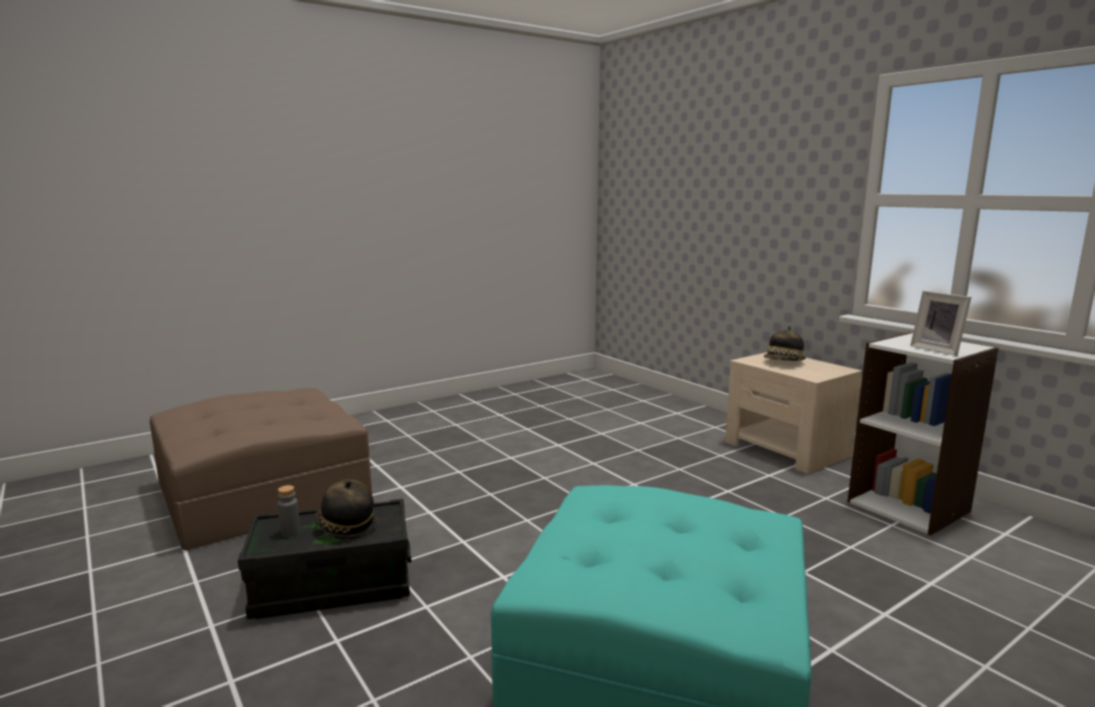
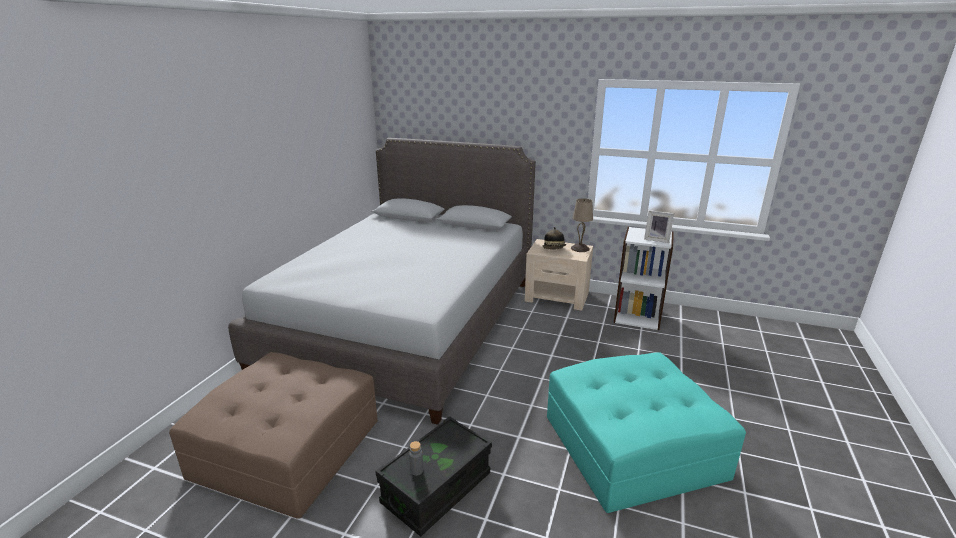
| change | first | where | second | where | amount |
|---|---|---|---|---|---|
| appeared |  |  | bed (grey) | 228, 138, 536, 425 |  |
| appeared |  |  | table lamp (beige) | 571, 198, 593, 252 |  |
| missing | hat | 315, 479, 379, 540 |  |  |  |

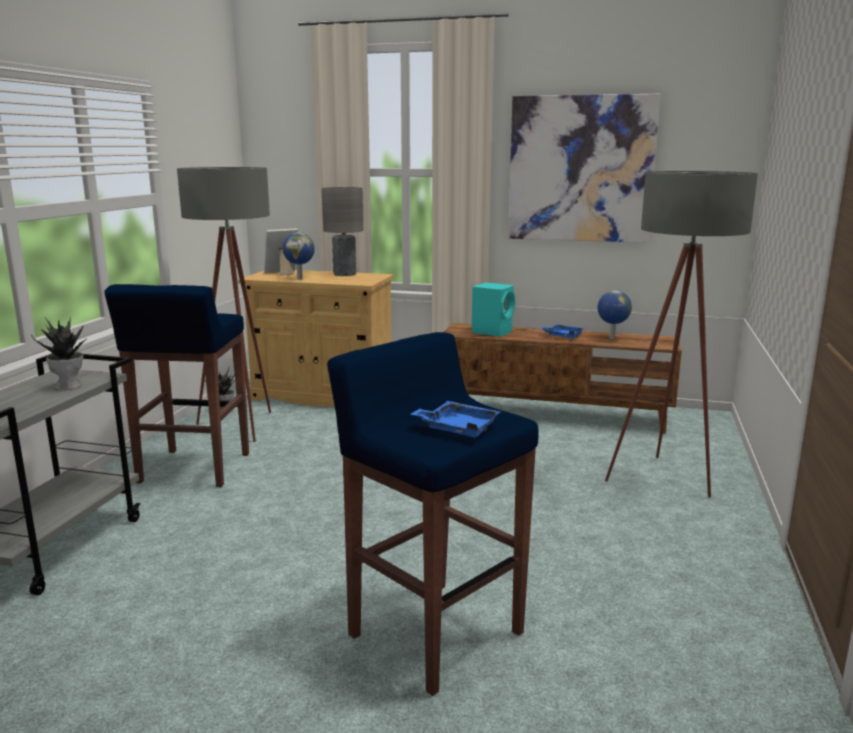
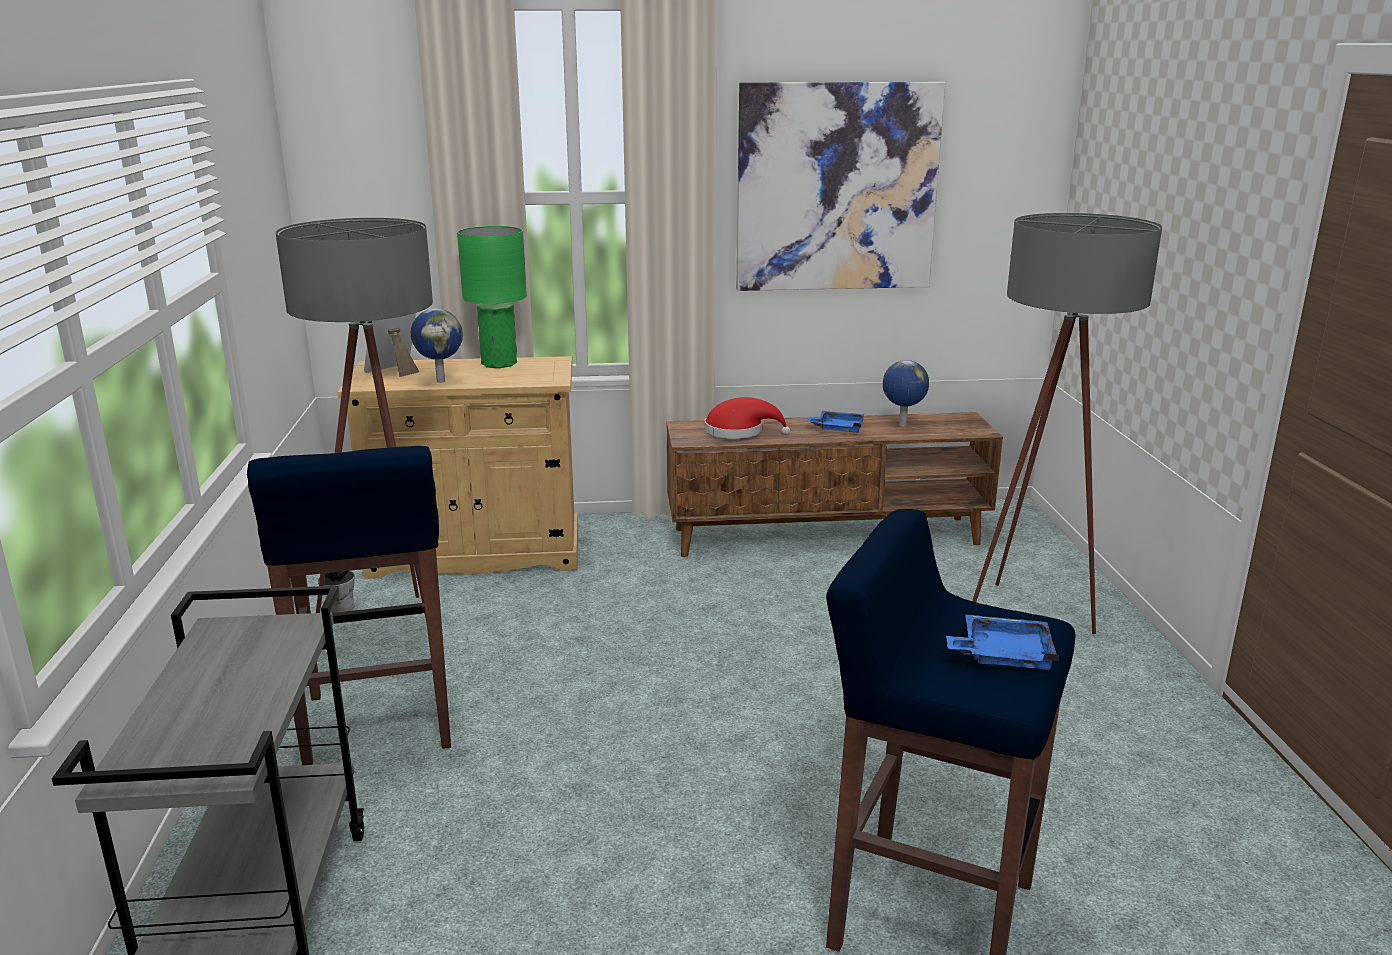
| change | first | where | second | where | amount |
|---|---|---|---|---|---|
| colour | table lamp (grey) | 321, 187, 364, 276 | table lamp (green) | 457, 226, 527, 368 |  |
| exchanged | speaker (turquoise) | 472, 282, 515, 337 | hat (red) | 704, 397, 790, 439 |  |
| missing | potted plant | 31, 316, 87, 390 |  |  |  |

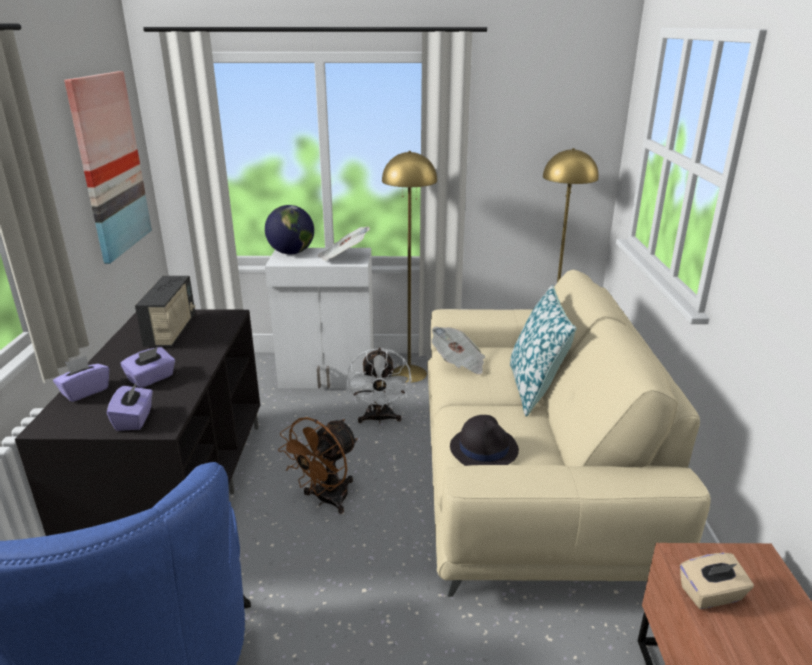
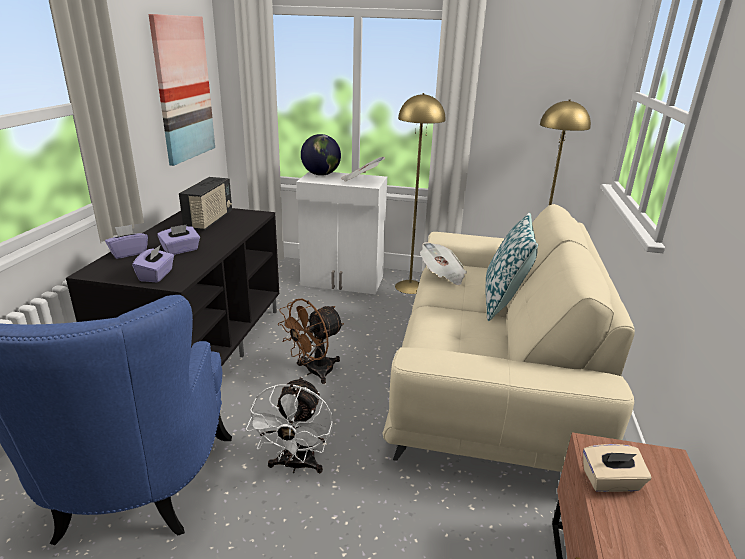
| change | first | where | second | where | amount |
|---|---|---|---|---|---|
| relocated | fan (white) | 347, 348, 412, 424 |  | 246, 377, 333, 473 |  |
| missing | hat (black) | 450, 415, 519, 466 |  |  |  |

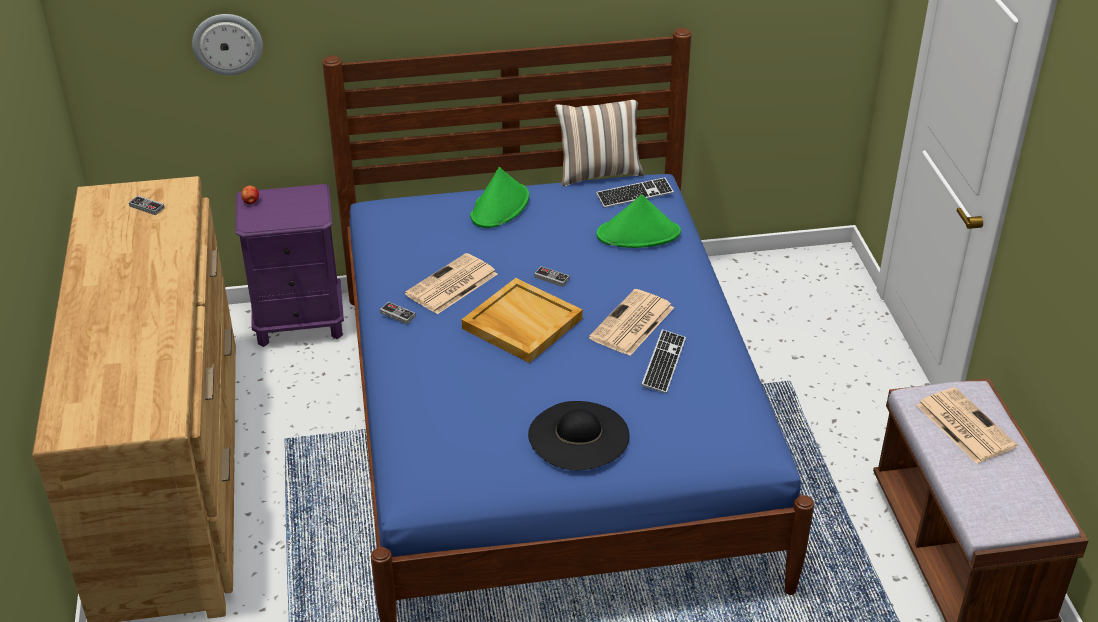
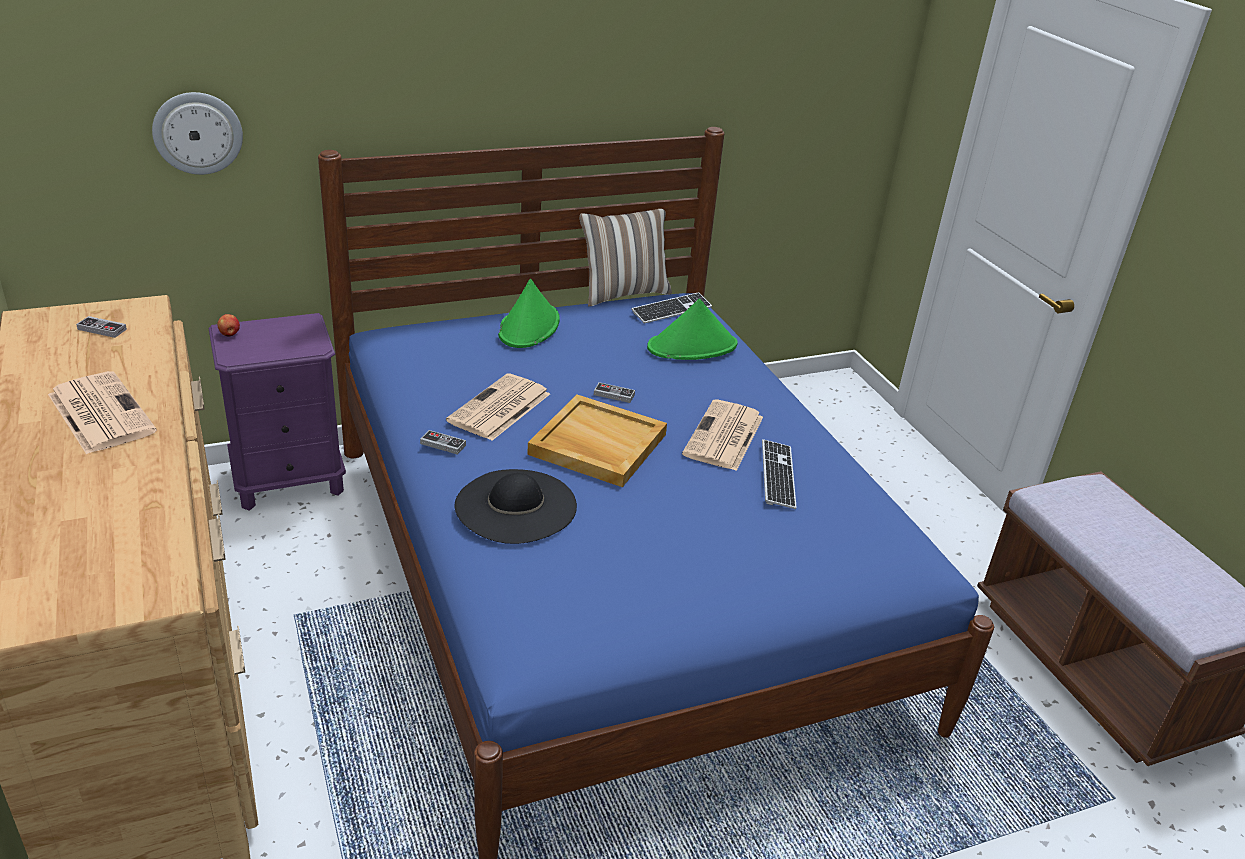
| change | first | where | second | where | amount |
|---|---|---|---|---|---|
| relocated | newspaper | 917, 387, 1017, 464 |  | 48, 371, 157, 455 |  |
| relocated | hat (black) | 528, 401, 629, 470 |  | 455, 469, 577, 544 |  |

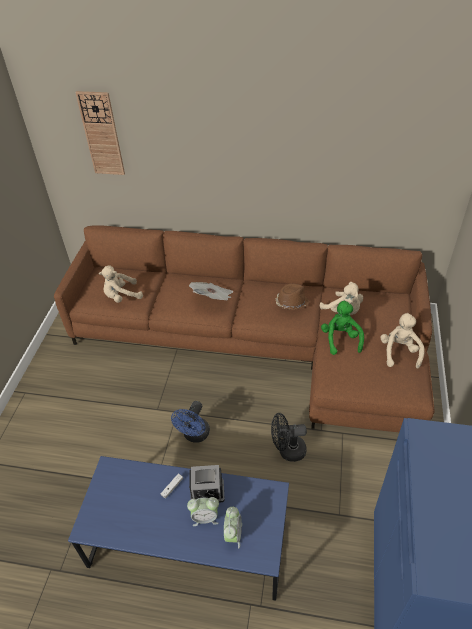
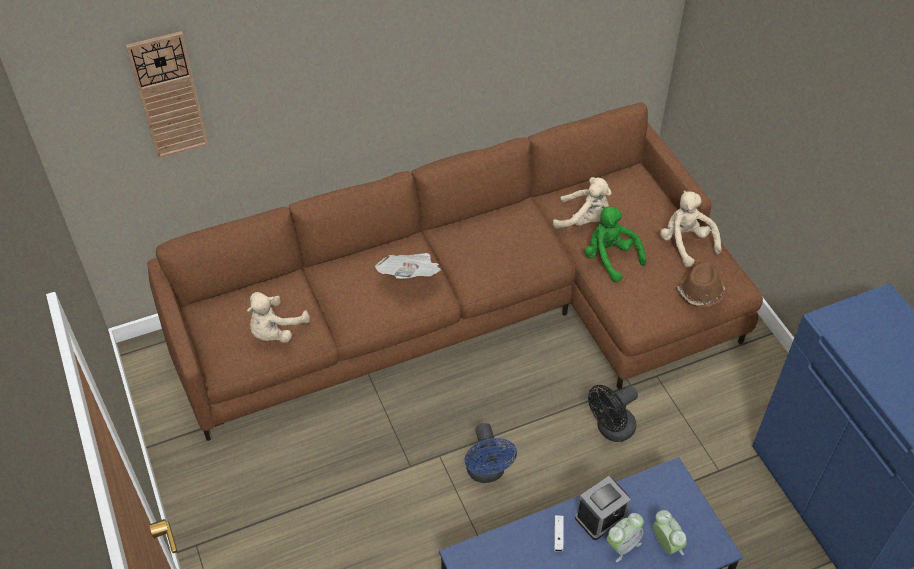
| change | first | where | second | where | amount |
|---|---|---|---|---|---|
| relocated | hat (brown) | 275, 284, 309, 310 |  | 677, 262, 727, 307 |  |

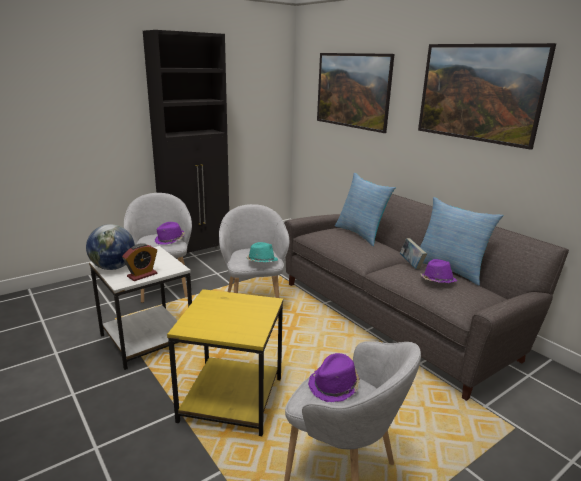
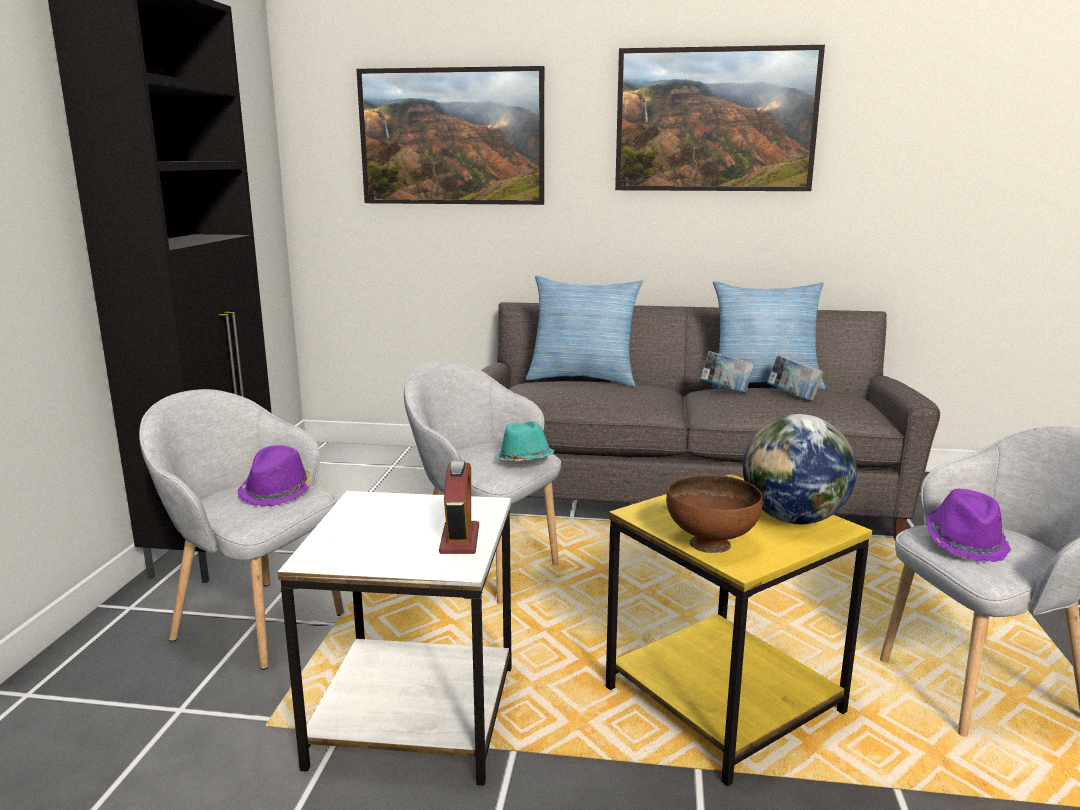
| change | first | where | second | where | amount |
|---|---|---|---|---|---|
| appeared |  |  | bowl (brown) | 666, 475, 763, 553 |  |
| relocated | globe | 86, 224, 135, 270 |  | 743, 414, 857, 524 |  |
| exchanged | hat (purple) | 421, 259, 457, 283 | book | 767, 355, 824, 401 |  |

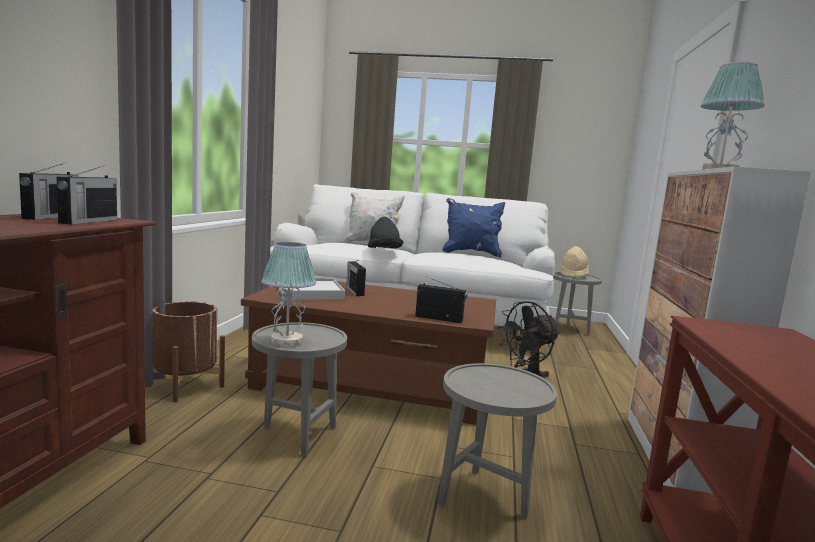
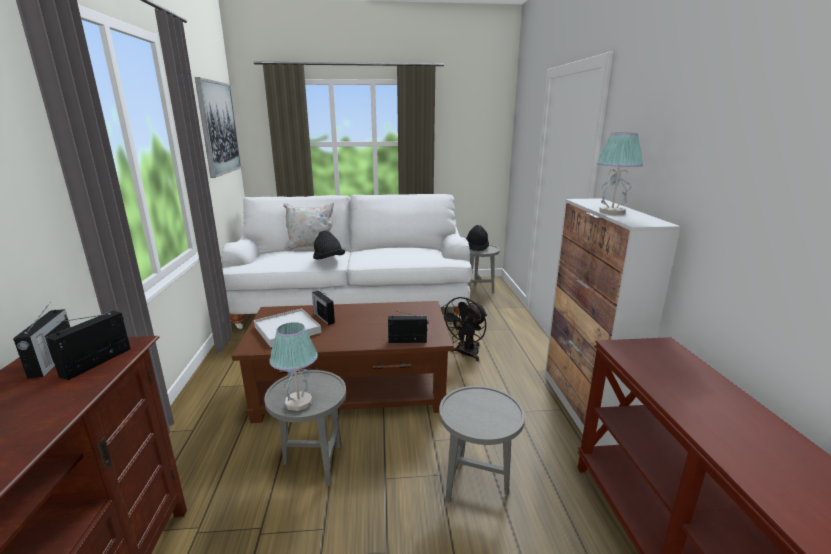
| change | first | where | second | where | amount |
|---|---|---|---|---|---|
| spun | radio | 57, 165, 117, 225 |  | 46, 311, 131, 380 | 150 degrees counterclockwise |
| appeared |  |  | picture | 195, 77, 241, 178 |  |
| colour | hat (beige) | 560, 246, 589, 278 | hat (black) | 466, 225, 489, 251 |  |
| missing | planter (brown) | 146, 301, 225, 402 |  |  |  |
| missing | pillow (blue) | 442, 198, 505, 258 |  |  |  |

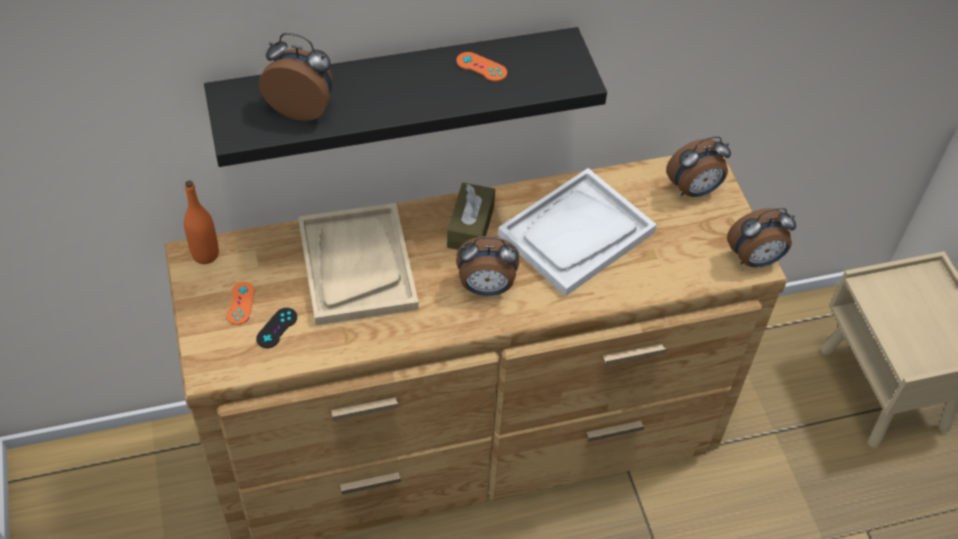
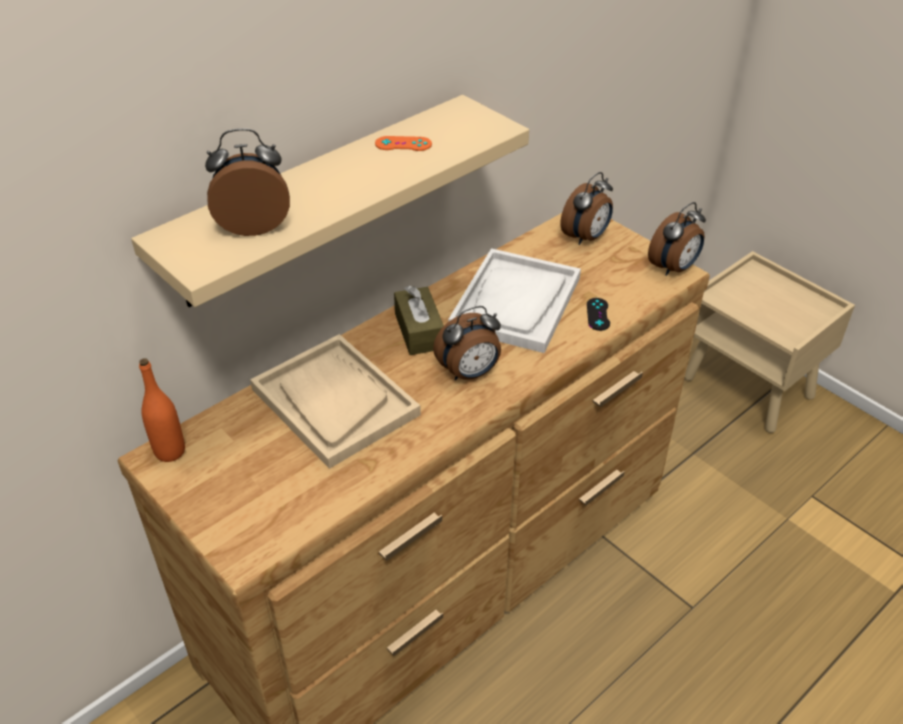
| change | first | where | second | where | amount |
|---|---|---|---|---|---|
| colour | shelf (black) | 204, 27, 607, 167 | shelf (beige) | 131, 95, 529, 307 |  |
| relocated | game controller (black) | 256, 308, 297, 348 |  | 587, 298, 610, 331 |  |
| missing | game controller (orange) | 227, 282, 255, 325 |  |  |  |

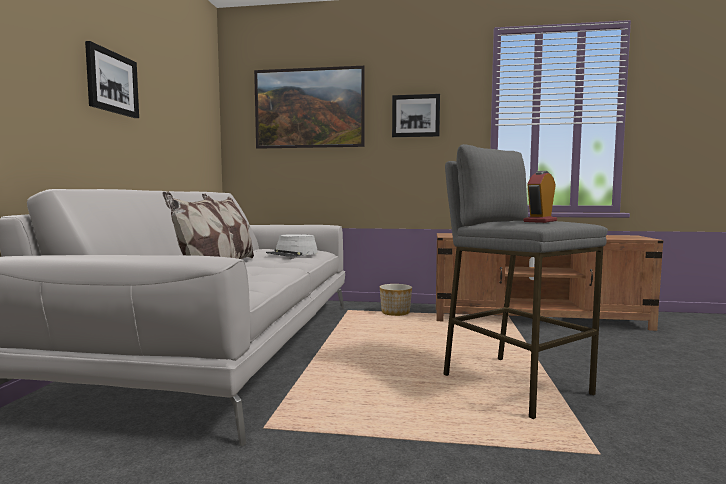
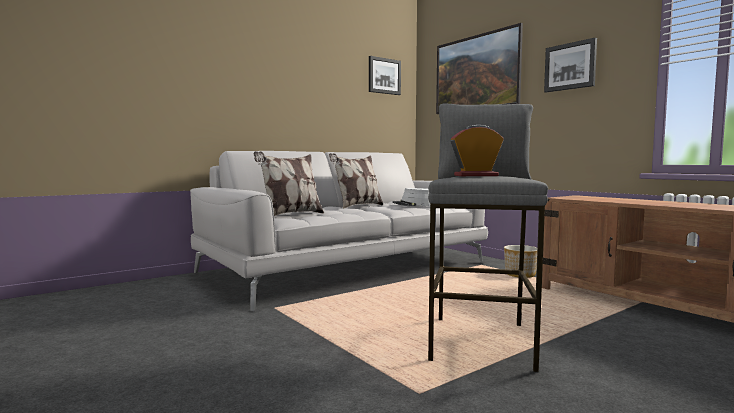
| change | first | where | second | where | amount |
|---|---|---|---|---|---|
| relocated | picture | 85, 41, 139, 118 |  | 369, 56, 401, 95 |  |

